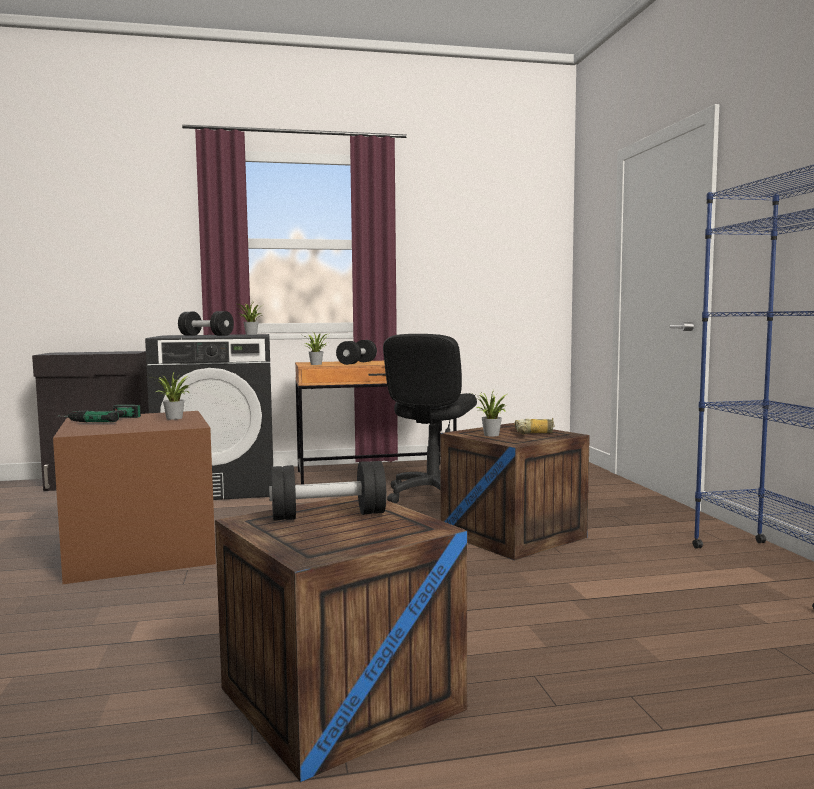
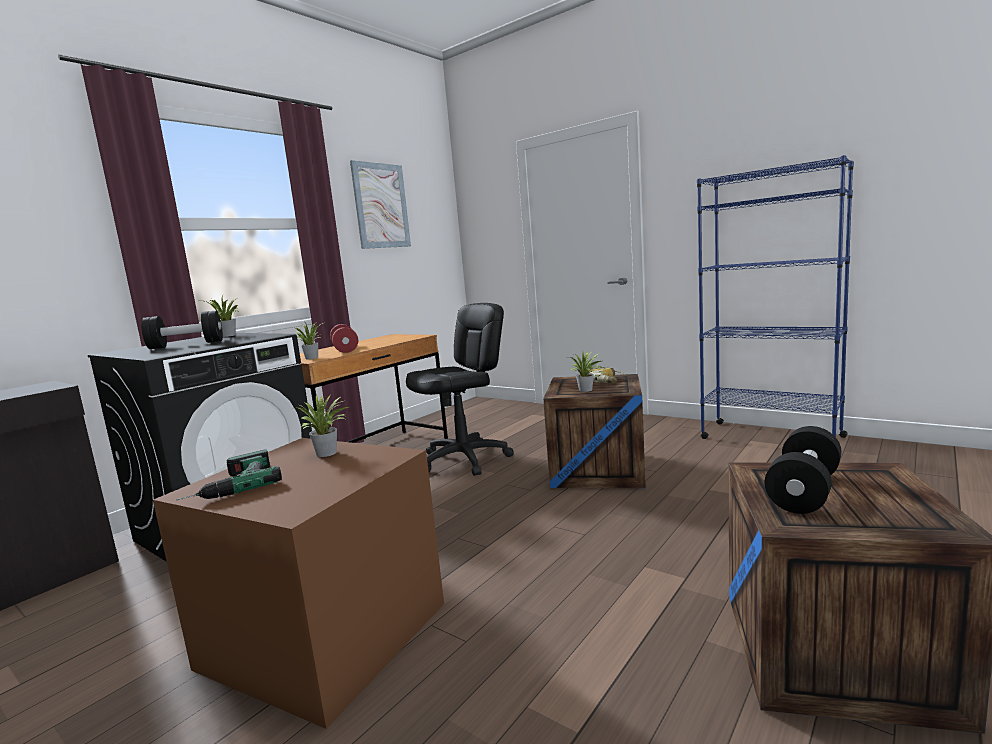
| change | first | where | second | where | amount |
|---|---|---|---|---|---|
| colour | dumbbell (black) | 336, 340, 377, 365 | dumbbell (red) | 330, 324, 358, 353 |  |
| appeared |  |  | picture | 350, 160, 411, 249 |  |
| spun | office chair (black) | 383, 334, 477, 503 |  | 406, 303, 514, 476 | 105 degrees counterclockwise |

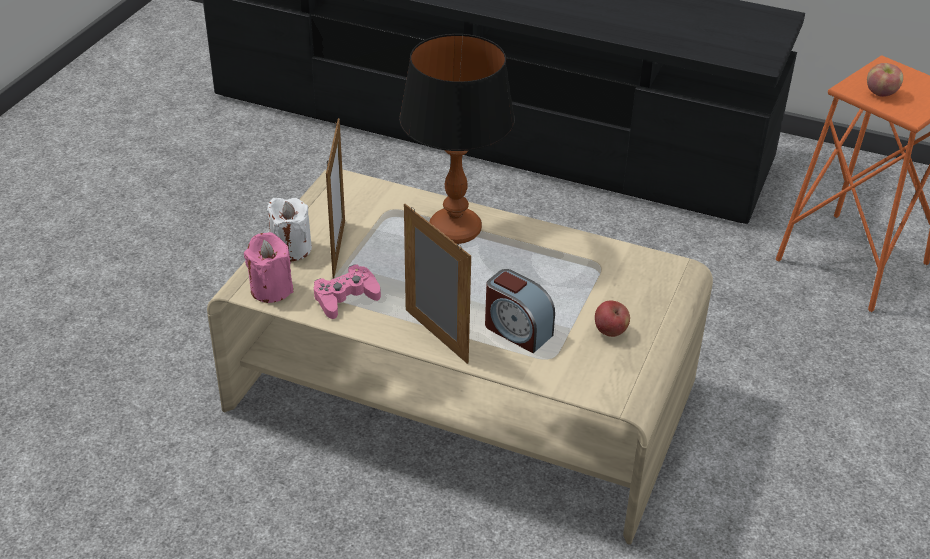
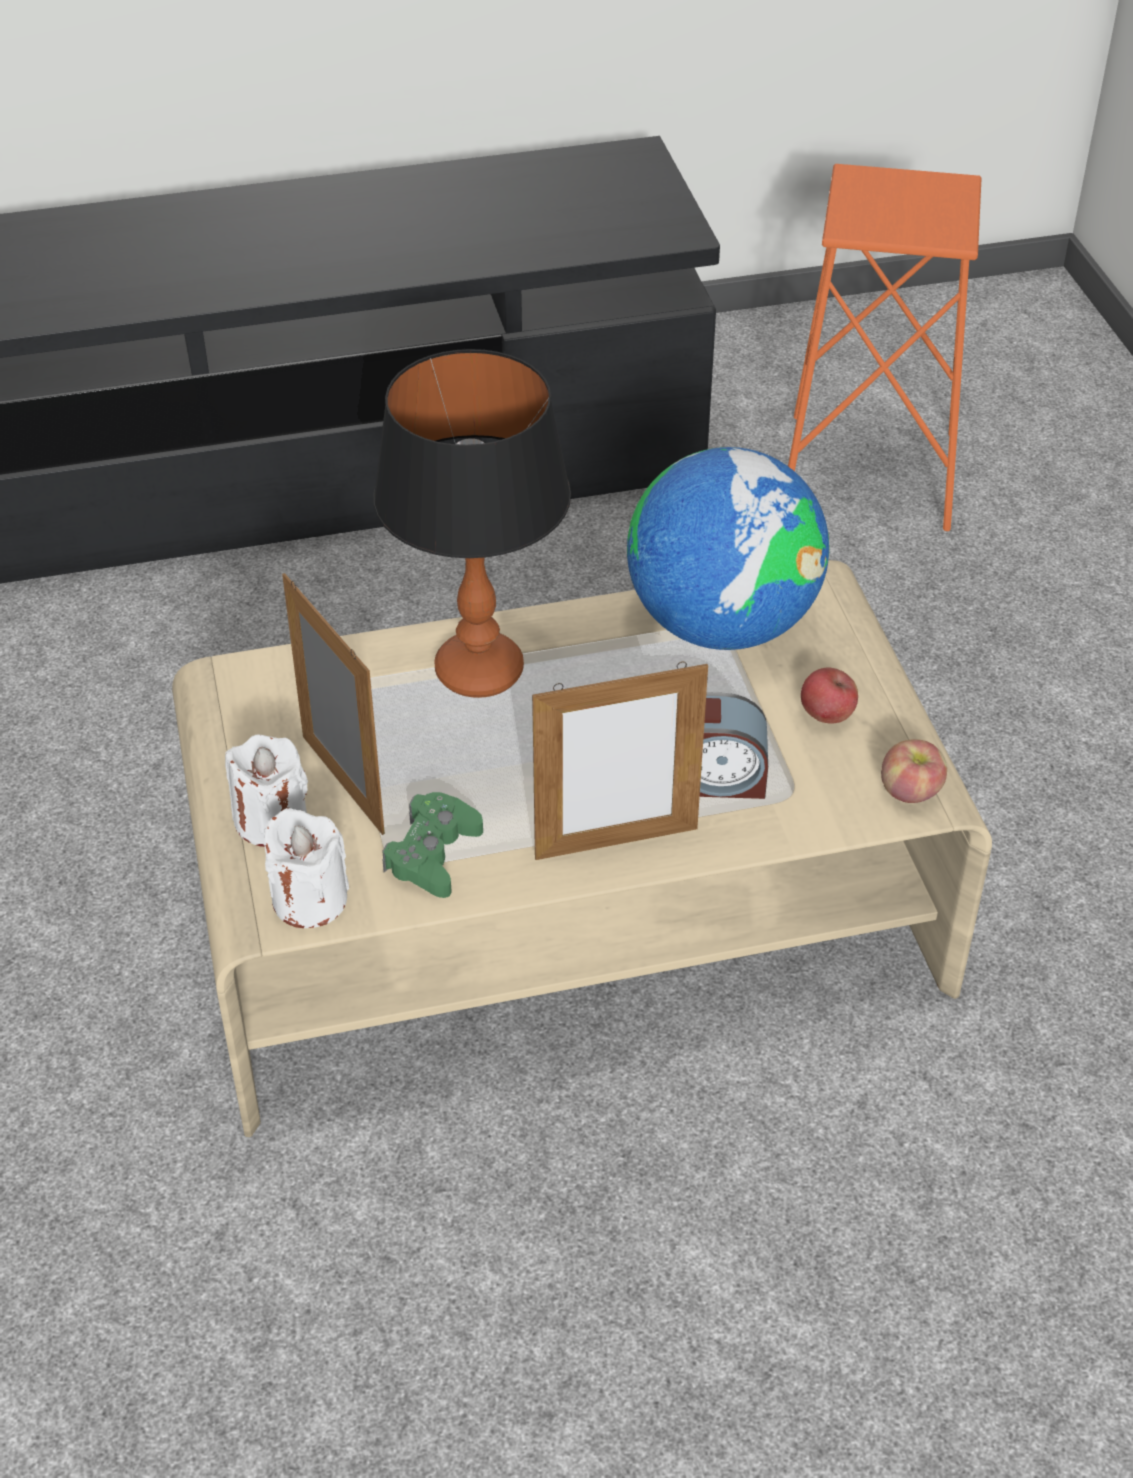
| change | first | where | second | where | amount |
|---|---|---|---|---|---|
| colour | candle (pink) | 244, 232, 293, 303 | candle (white) | 264, 808, 349, 928 |  |
| colour | game controller (pink) | 314, 264, 381, 319 | game controller (green) | 382, 792, 483, 898 |  |
| spun | picture frame | 404, 204, 471, 364 |  | 532, 662, 708, 860 | 150 degrees clockwise |
| appeared |  |  | globe | 627, 447, 829, 650 |  |
| relocated | apple | 867, 63, 903, 97 |  | 881, 739, 947, 803 |  |

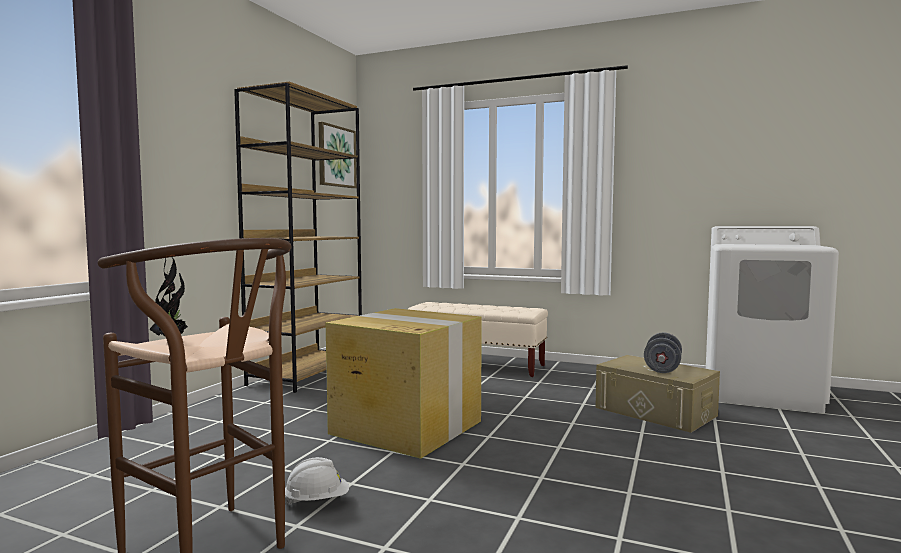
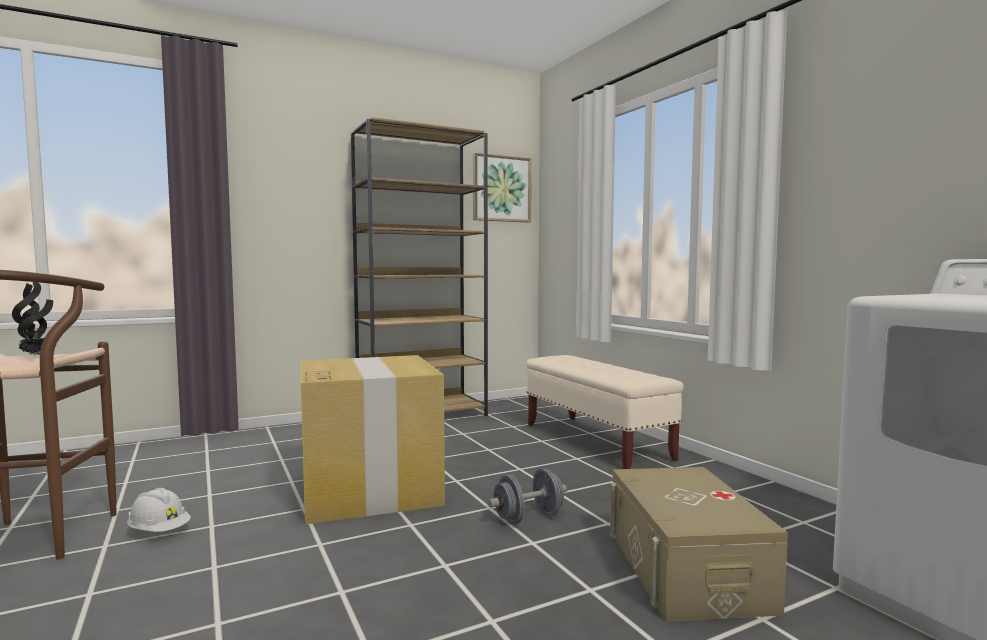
| change | first | where | second | where | amount |
|---|---|---|---|---|---|
| relocated | dumbbell (grey) | 644, 332, 682, 373 |  | 488, 468, 567, 524 |  |

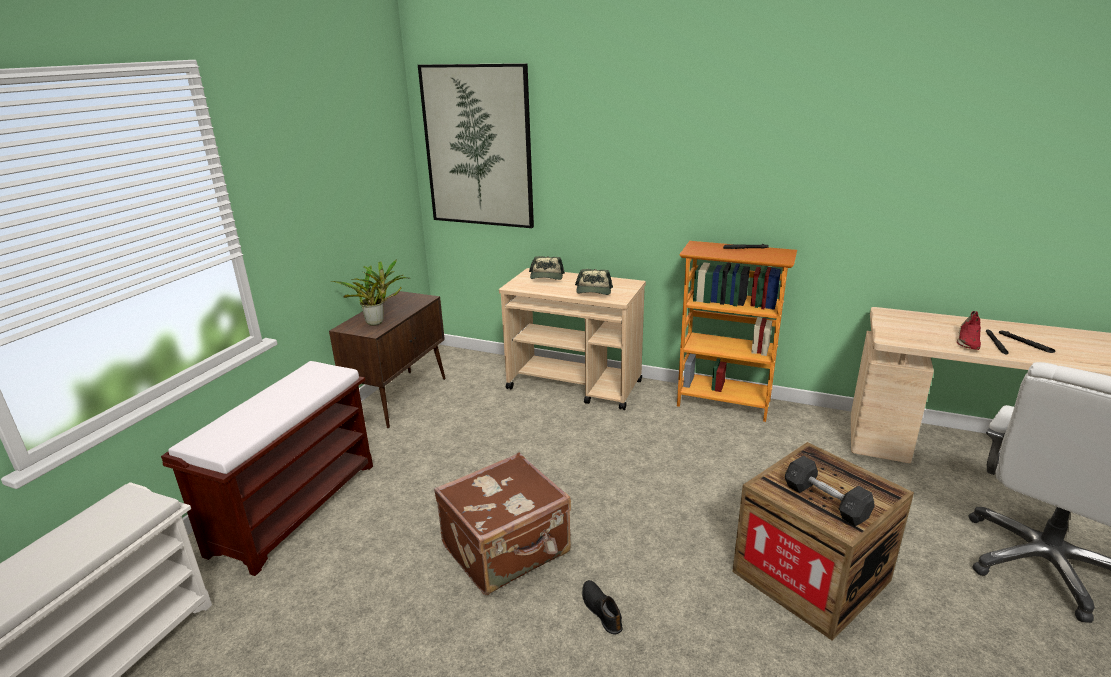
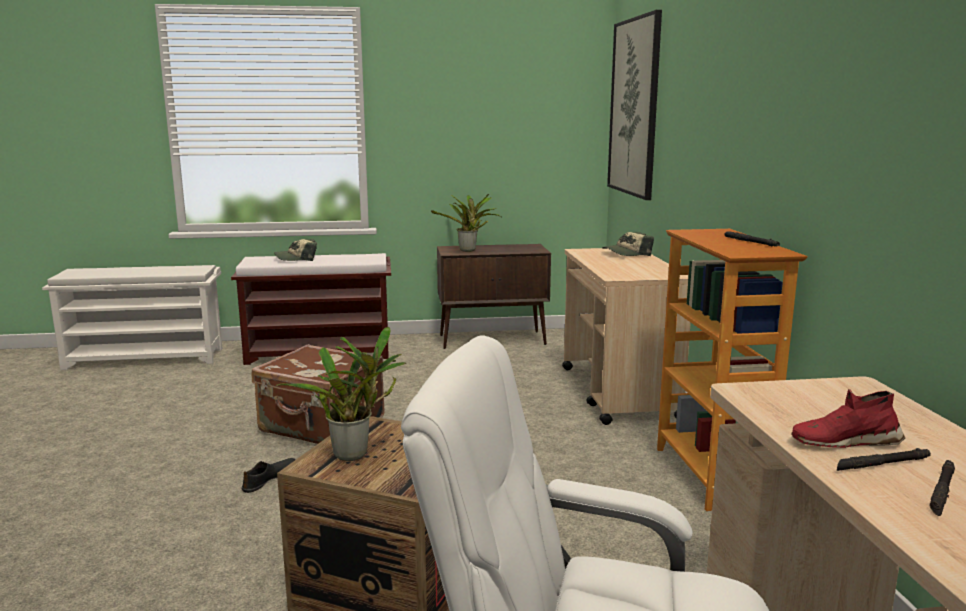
| change | first | where | second | where | amount |
|---|---|---|---|---|---|
| relocated | cap | 575, 269, 613, 295 |  | 274, 239, 317, 261 |  |
| exchanged | dumbbell (grey) | 785, 456, 875, 526 | potted plant | 276, 327, 406, 461 |  |

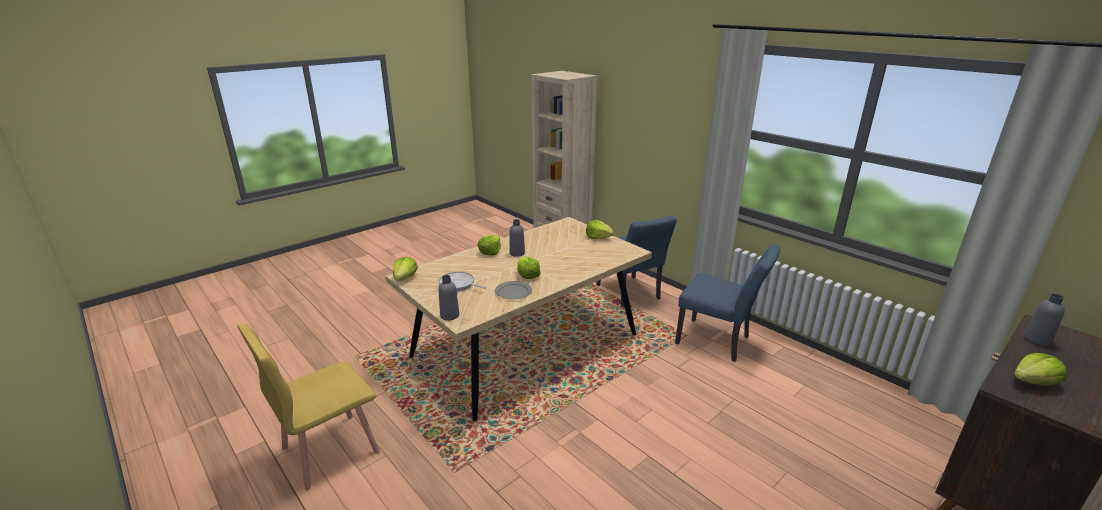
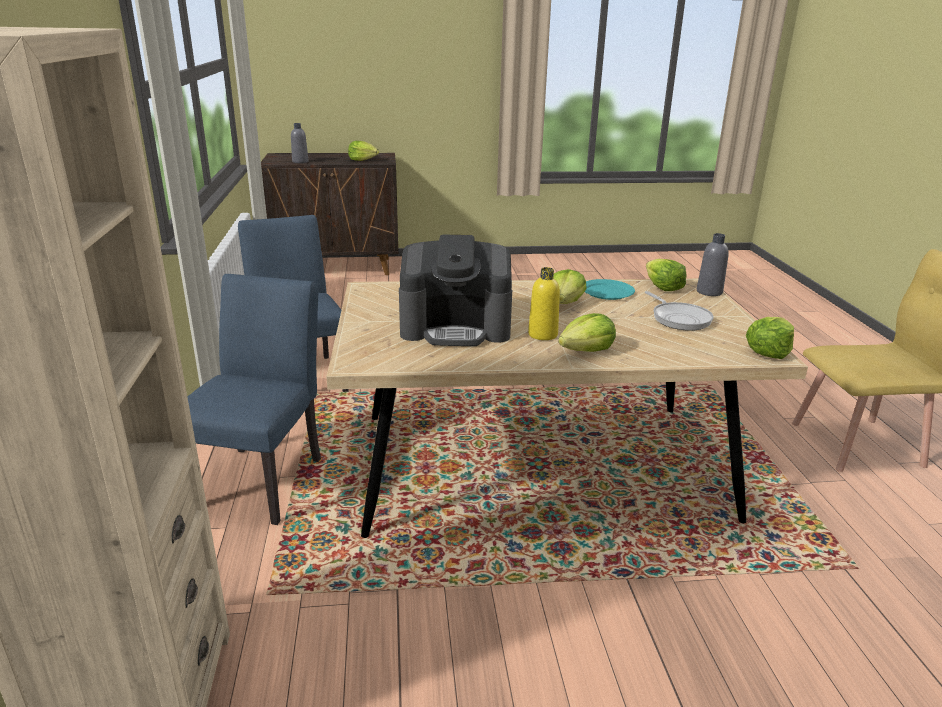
| change | first | where | second | where | amount |
|---|---|---|---|---|---|
| appeared |  |  | coffee machine | 399, 235, 512, 346 |  |
| colour | bottle (grey) | 510, 219, 525, 257 | bottle (yellow) | 528, 267, 560, 340 |  |
| colour | plate (grey) | 495, 281, 532, 299 | plate (turquoise) | 585, 279, 635, 300 |  |
| relocated | lettuce | 586, 220, 614, 239 |  | 646, 259, 687, 291 |  |

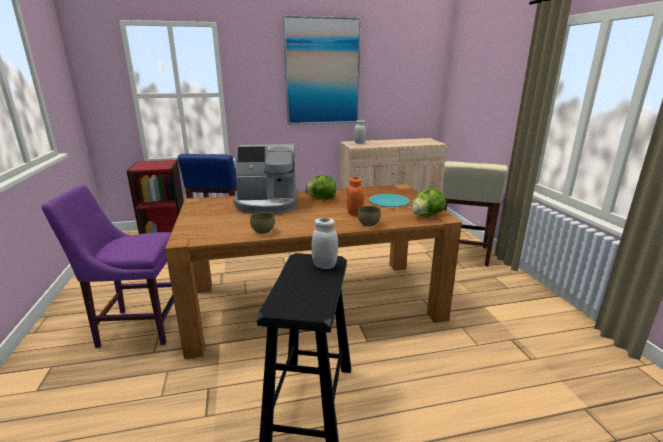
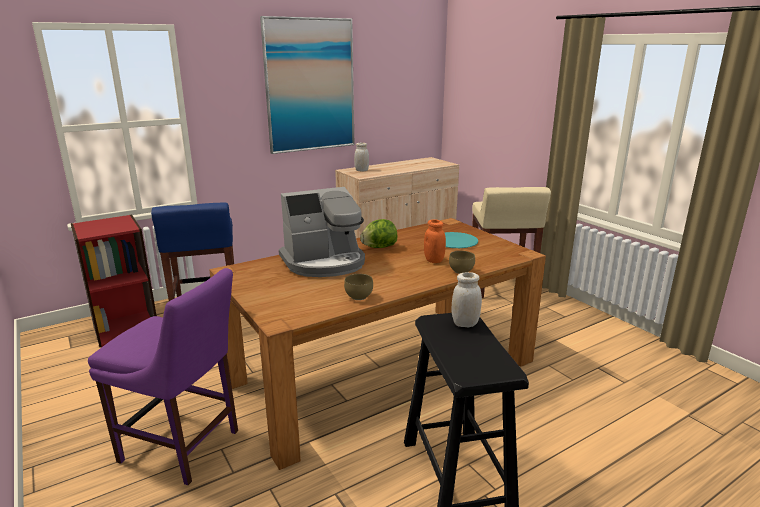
| change | first | where | second | where | amount |
|---|---|---|---|---|---|
| spun | chair (purple) | 41, 185, 174, 348 |  | 88, 268, 238, 485 | 135 degrees counterclockwise |
| missing | lettuce | 412, 189, 446, 217 |  |  |  |

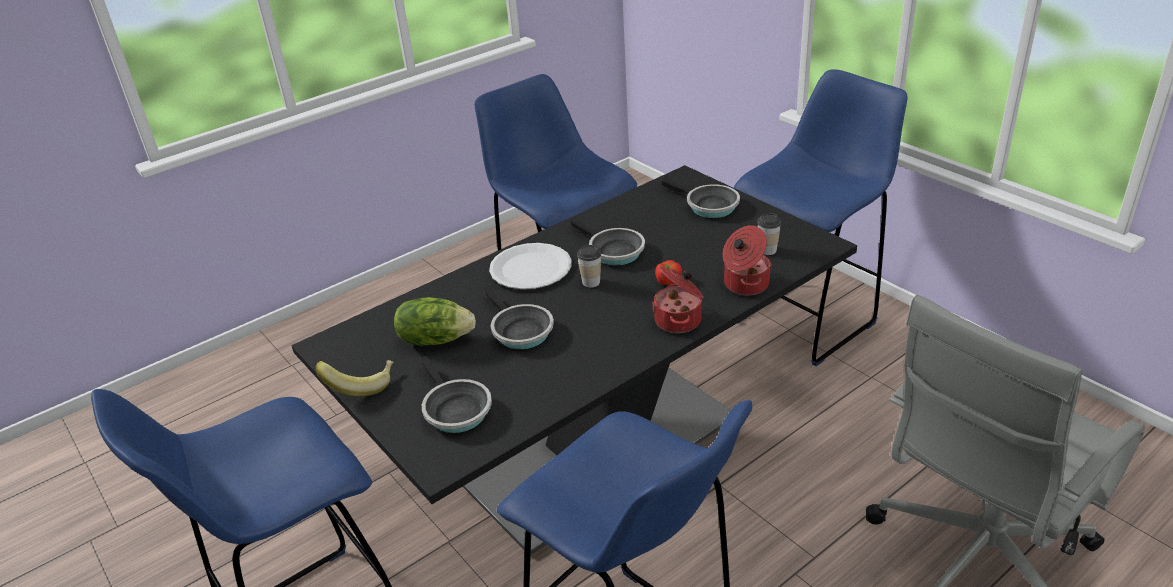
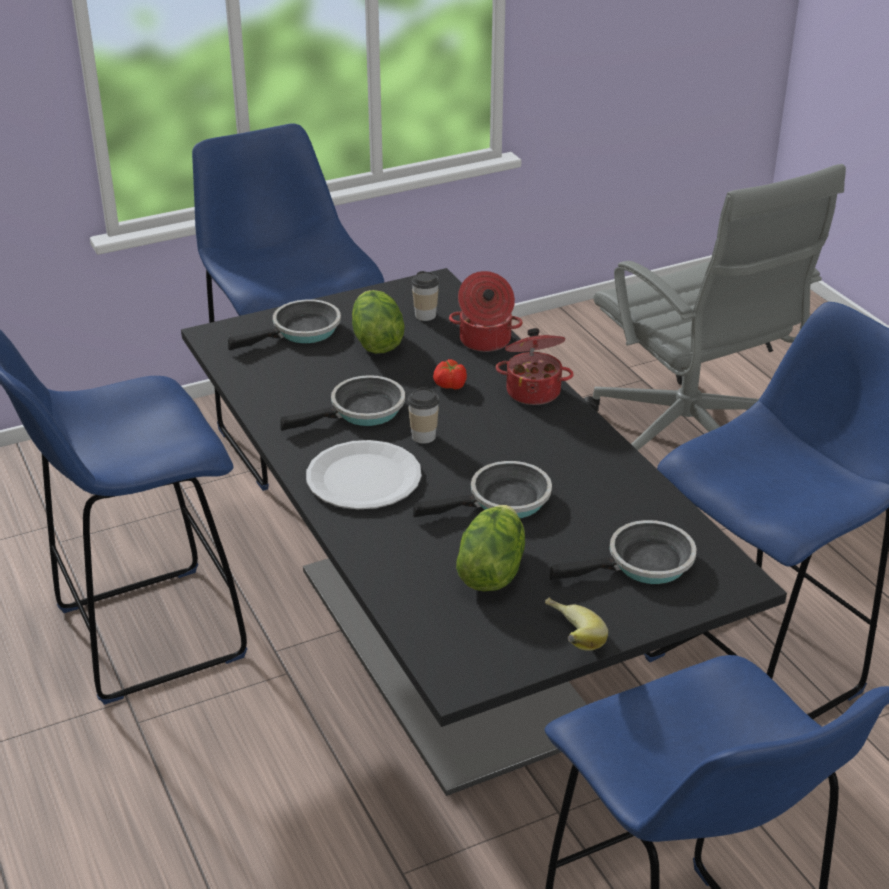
| change | first | where | second | where | amount |
|---|---|---|---|---|---|
| appeared |  |  | lettuce | 352, 290, 405, 354 |  |

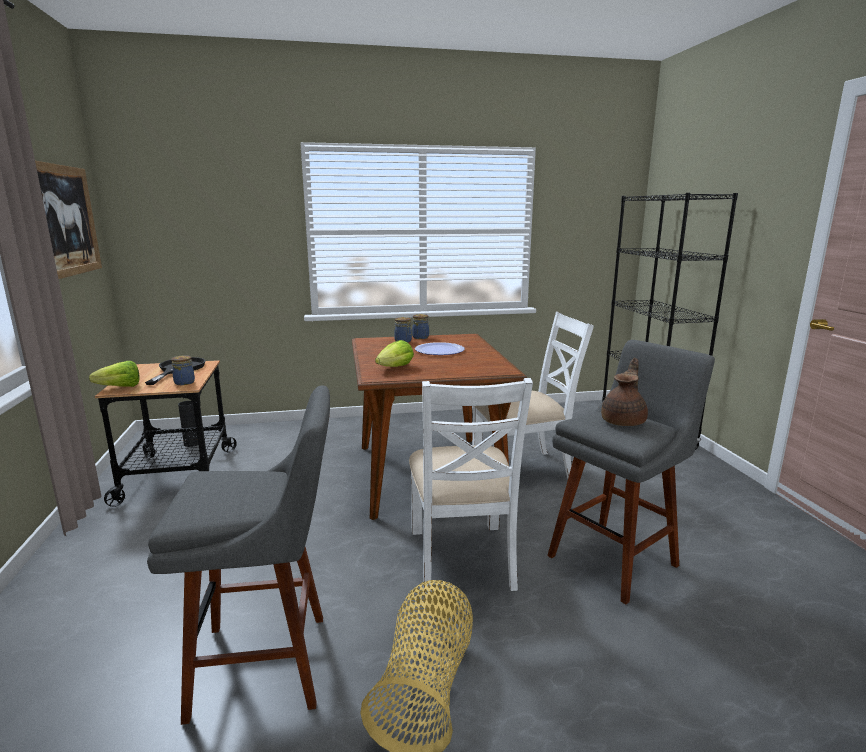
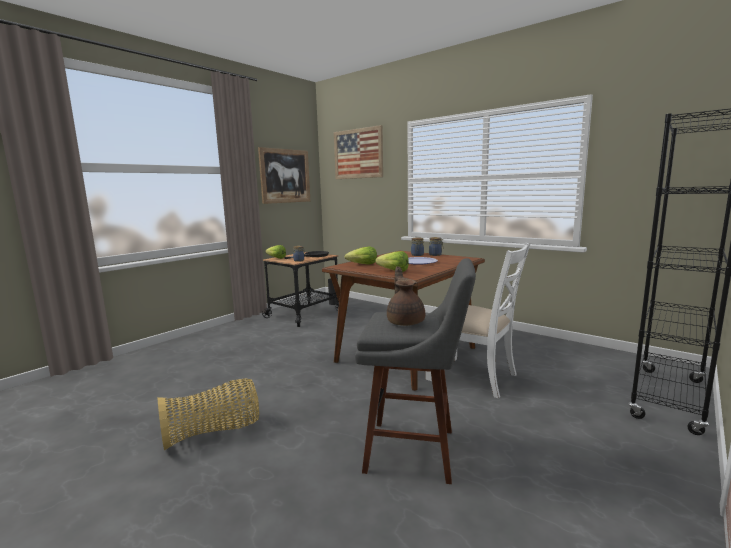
| change | first | where | second | where | amount |
|---|---|---|---|---|---|
| appeared |  |  | picture | 334, 125, 383, 179 |  |
| appeared |  |  | lettuce | 375, 251, 409, 272 |  |
| spun | teapot (brown) | 601, 358, 648, 426 |  | 387, 266, 425, 326 | 90 degrees counterclockwise |
| missing | stool (grey) | 147, 386, 330, 725 |  |  |  |
| missing | chair (white) | 409, 378, 533, 596 |  |  |  |

